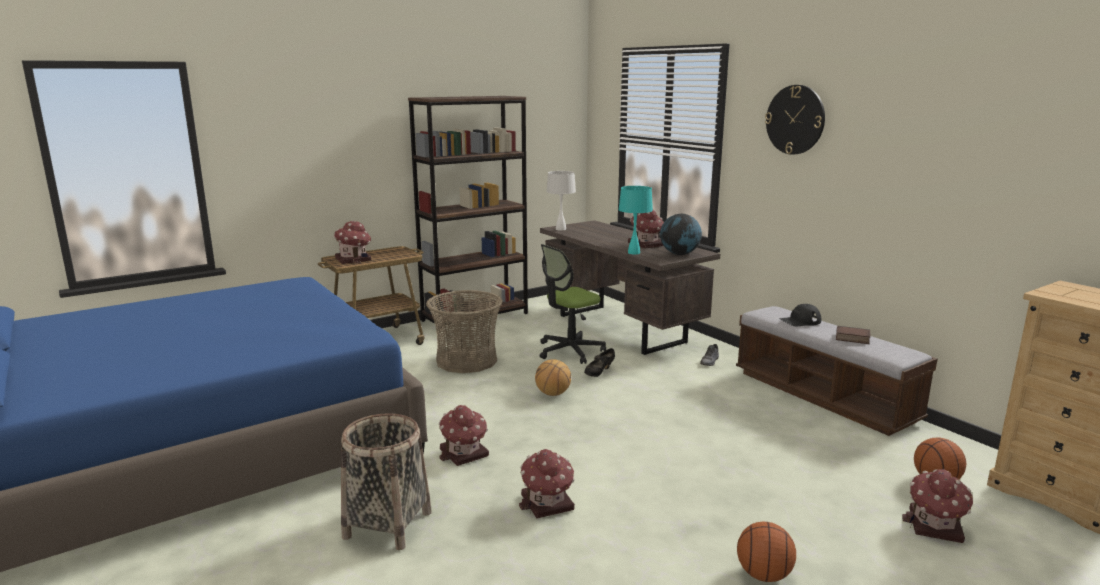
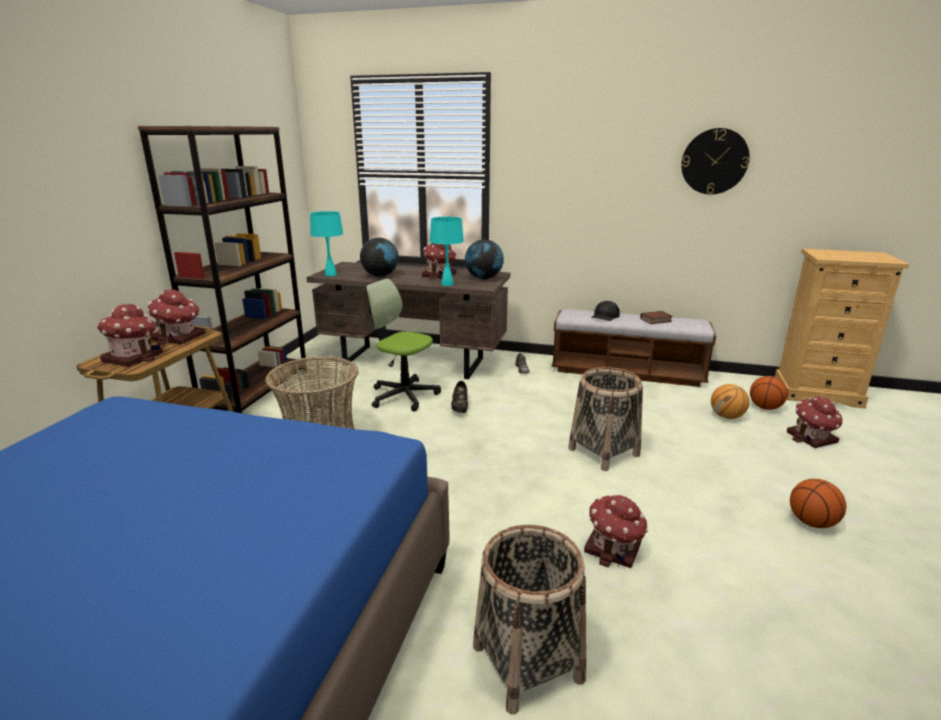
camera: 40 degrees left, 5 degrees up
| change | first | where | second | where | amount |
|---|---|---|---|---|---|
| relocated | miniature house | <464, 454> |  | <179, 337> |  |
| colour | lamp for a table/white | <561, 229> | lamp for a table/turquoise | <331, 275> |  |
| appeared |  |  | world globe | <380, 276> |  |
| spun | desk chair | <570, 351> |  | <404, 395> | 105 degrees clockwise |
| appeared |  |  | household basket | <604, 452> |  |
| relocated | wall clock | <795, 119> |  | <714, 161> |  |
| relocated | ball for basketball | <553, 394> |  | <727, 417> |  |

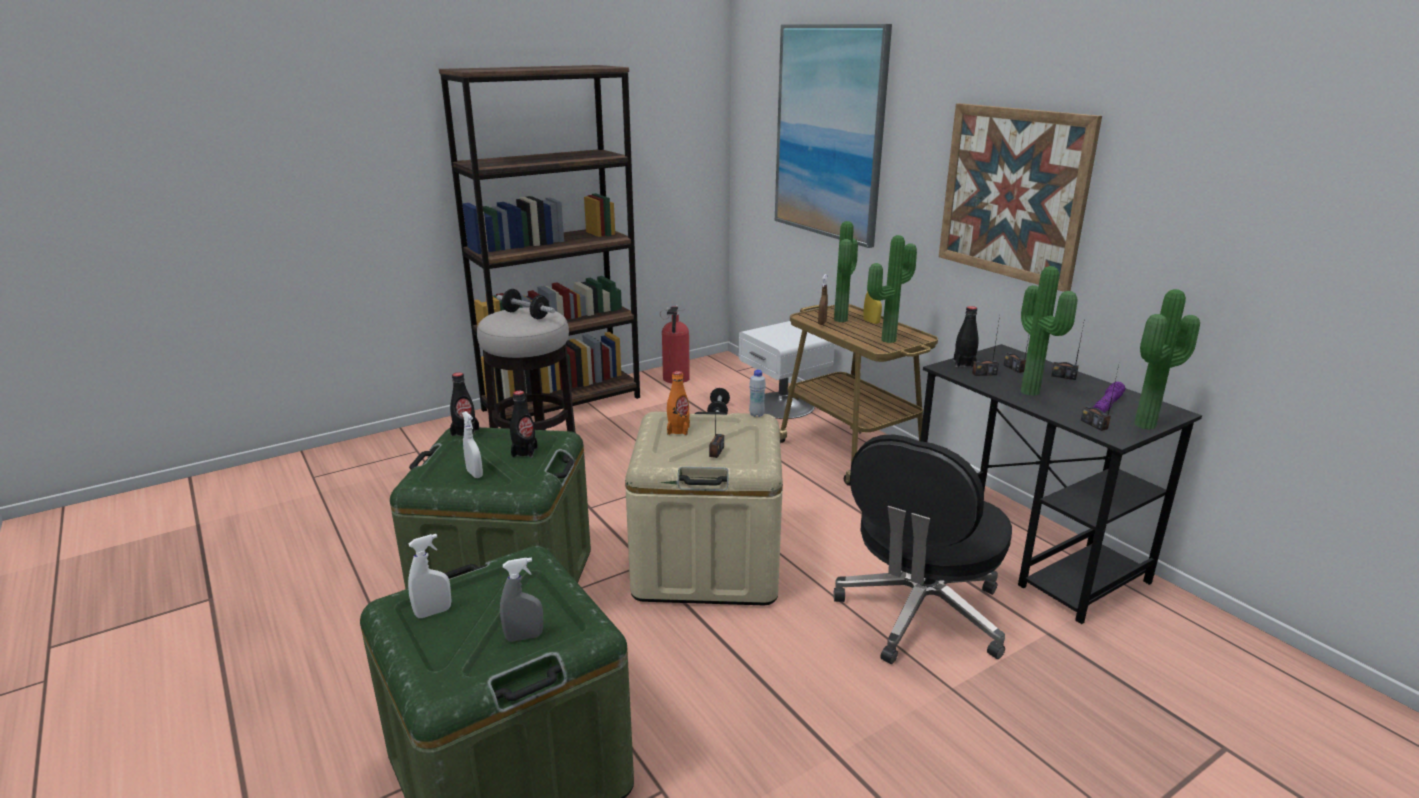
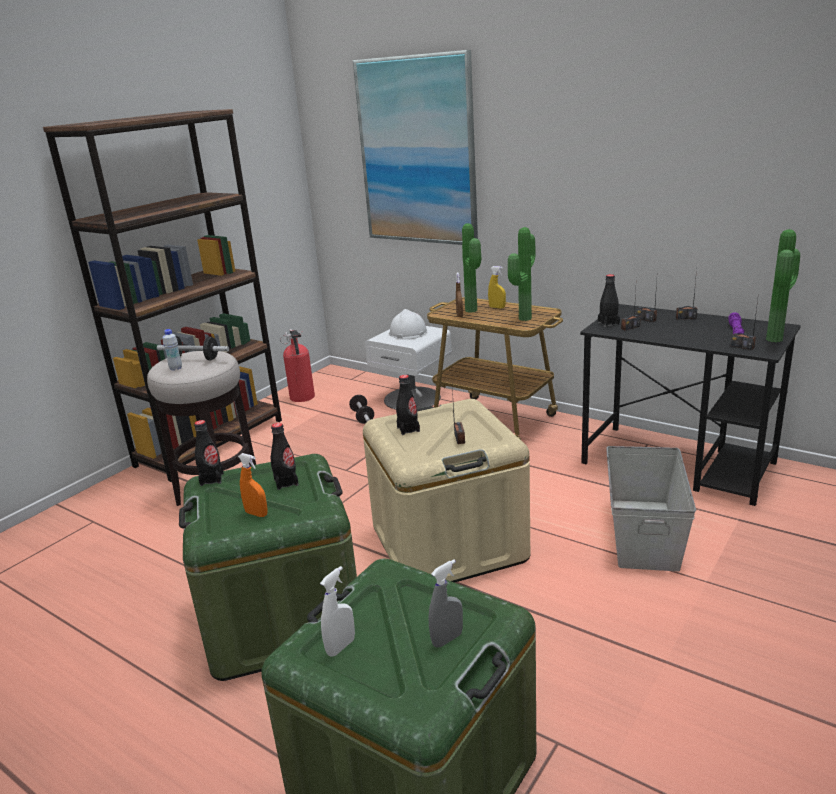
camera: 20 degrees left, 0 degrees up
| change | first | where | second | where | amount |
|---|---|---|---|---|---|
| relocated | beverage bottle/white | <756, 414> |  | <176, 368> |  |
| colour | hand sprayer/white | <474, 474> | hand sprayer/orange | <256, 514> |  |
| appeared |  |  | safety helmet/white | <407, 332> |  |
| colour | beverage bottle/orange | <678, 430> | beverage bottle/black-coloured | <408, 429> |  |
| exchanged | desk chair/black-coloured | <920, 614> | storage bin/grey | <643, 533> |  |
| missing | wall picture | <1013, 194> |  |  |  |
| missing | potted plant | <1033, 391> |  |  |  |

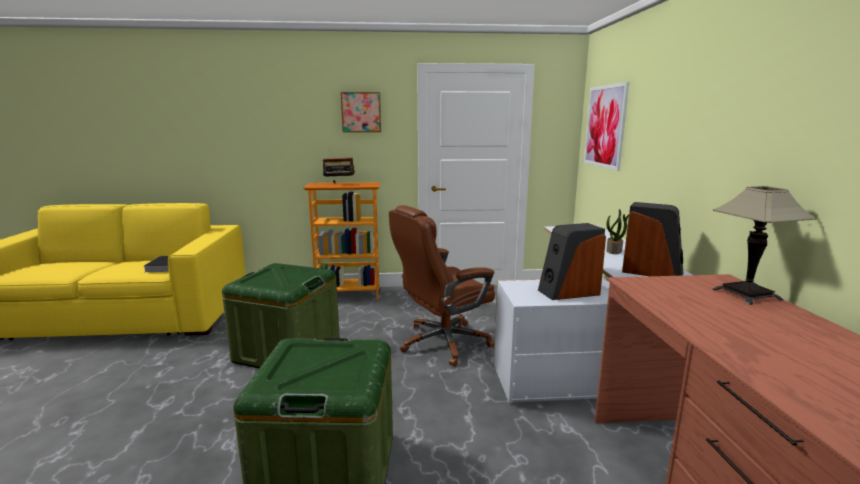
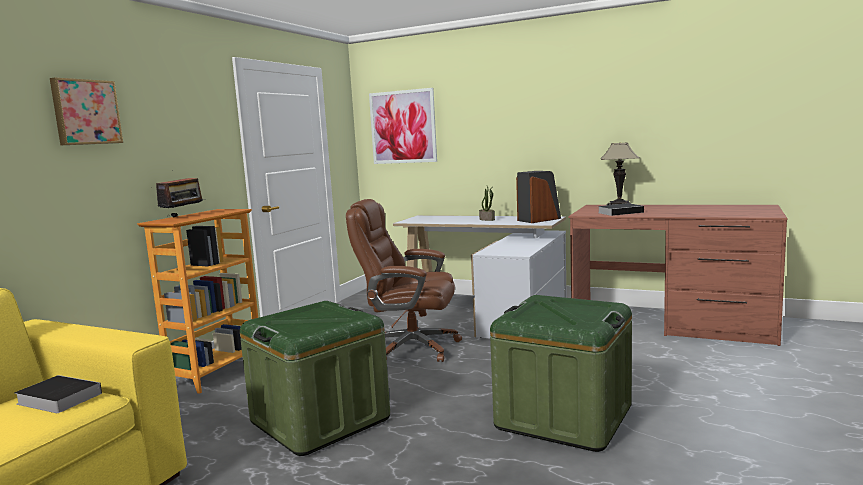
camera: 60 degrees left, 5 degrees down
| change | first | where | second | where | amount |
|---|---|---|---|---|---|
| relocated | wall picture | <361, 112> |  | <85, 112> |  |
| spun | desk chair/brown-coloured | <442, 343> |  | <410, 348> | 105 degrees clockwise |
| appeared |  |  | book | <621, 212> |  |
| missing | loudspeaker | <568, 292> |  |  |  |

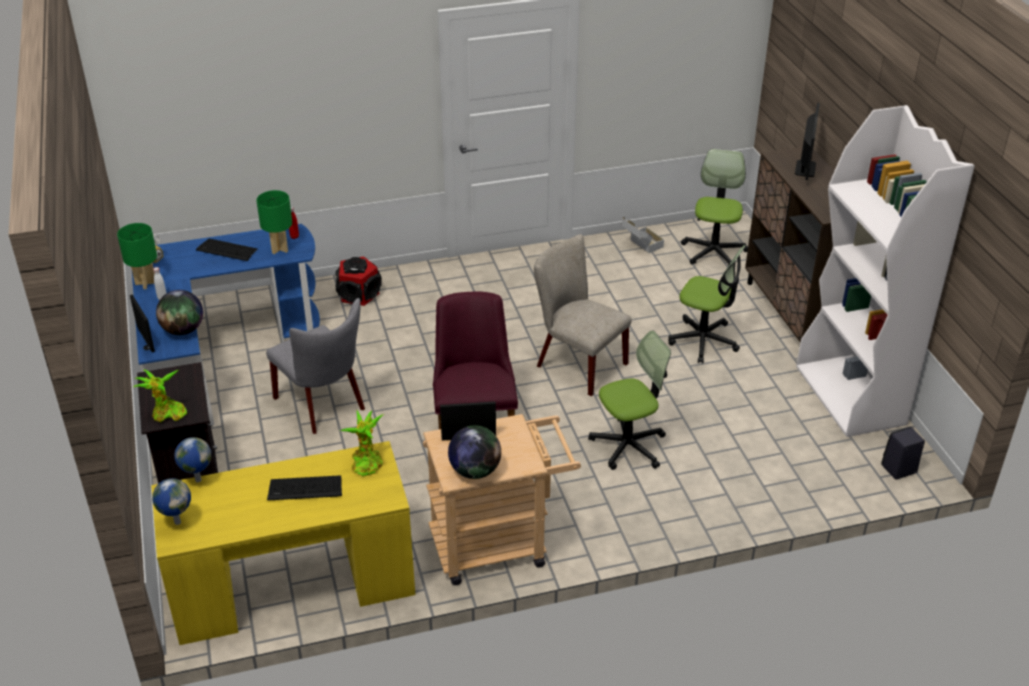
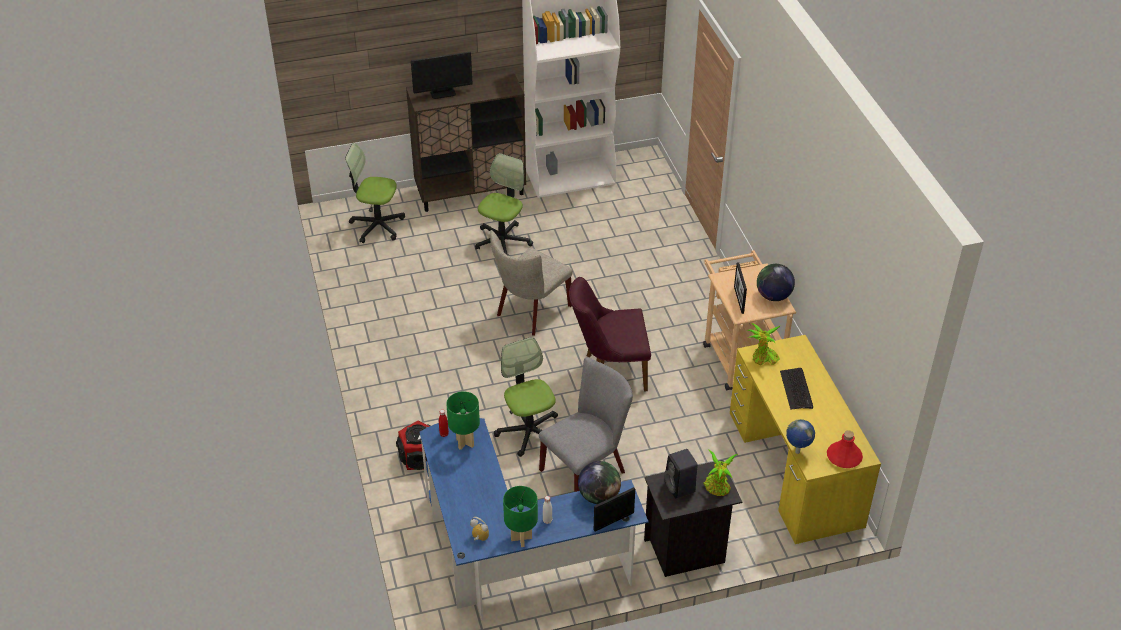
camera: 90 degrees left, 5 degrees up
| change | first | where | second | where | amount |
|---|---|---|---|---|---|
| spun | computer screen | <805, 168> |  | <443, 93> | 150 degrees clockwise |
| relocated | desk chair | <628, 445> |  | <529, 431> |  |
| relocated | loudspeaker/black-coloured | <898, 469> |  | <680, 487> |  |
| exchanged | world globe | <177, 522> | beverage bottle/red | <844, 457> |  |
| missing | keyboard | <227, 250> |  |  |  |
| missing | packing box | <640, 246> |  |  |  |

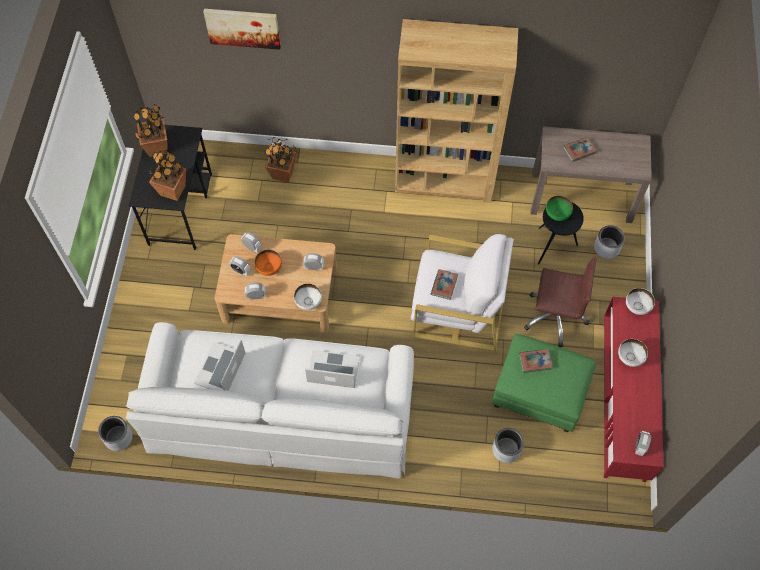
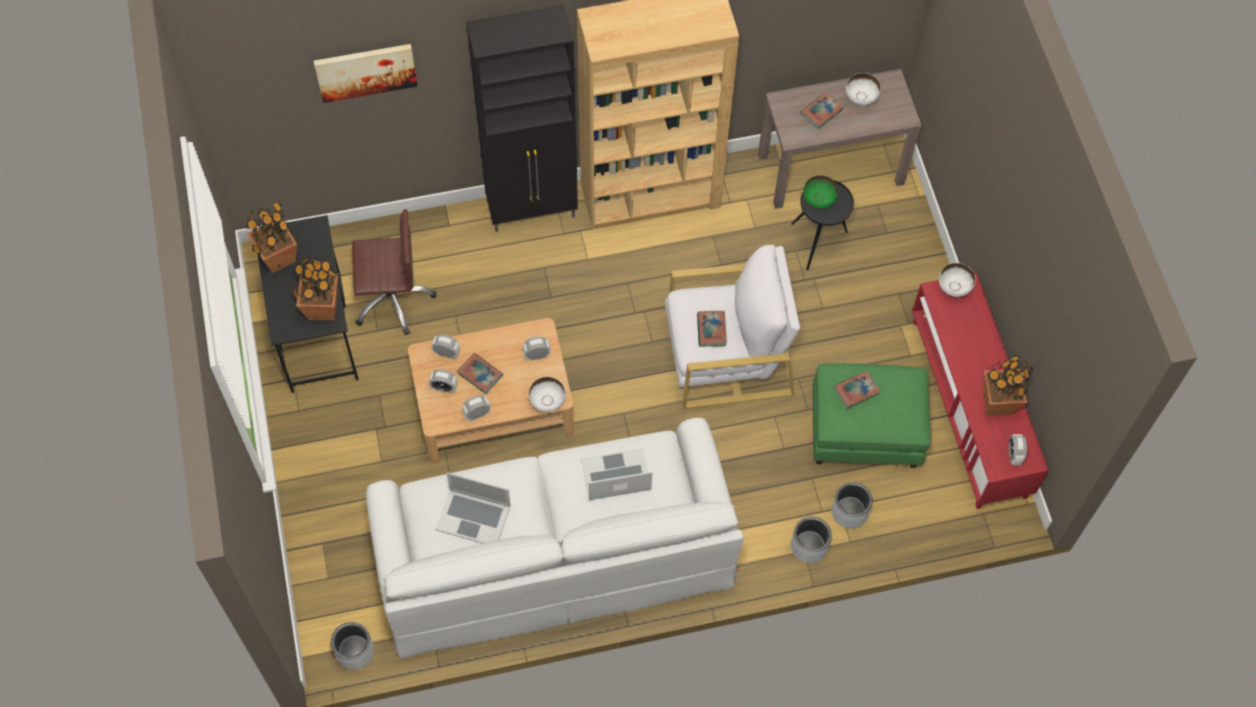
camera: 20 degrees left, 0 degrees up
| change | first | where | second | where | amount |
|---|---|---|---|---|---|
| relocated | desk chair/brown-coloured | <555, 316> |  | <392, 299> |  |
| spun | laptop | <220, 368> |  | <473, 517> | 75 degrees counterclockwise |
| exchanged | deep dish/orange | <269, 269> | book | <480, 374> |  |
| appeared |  |  | cupboard/black-coloured | <533, 211> |  |
| relocated | planter/grey | <606, 248> |  | <809, 545> |  |
| relocated | deep dish/white | <630, 358> |  | <861, 99> |  |
| relocated | potted plant | <283, 174> |  | <998, 403> |  |

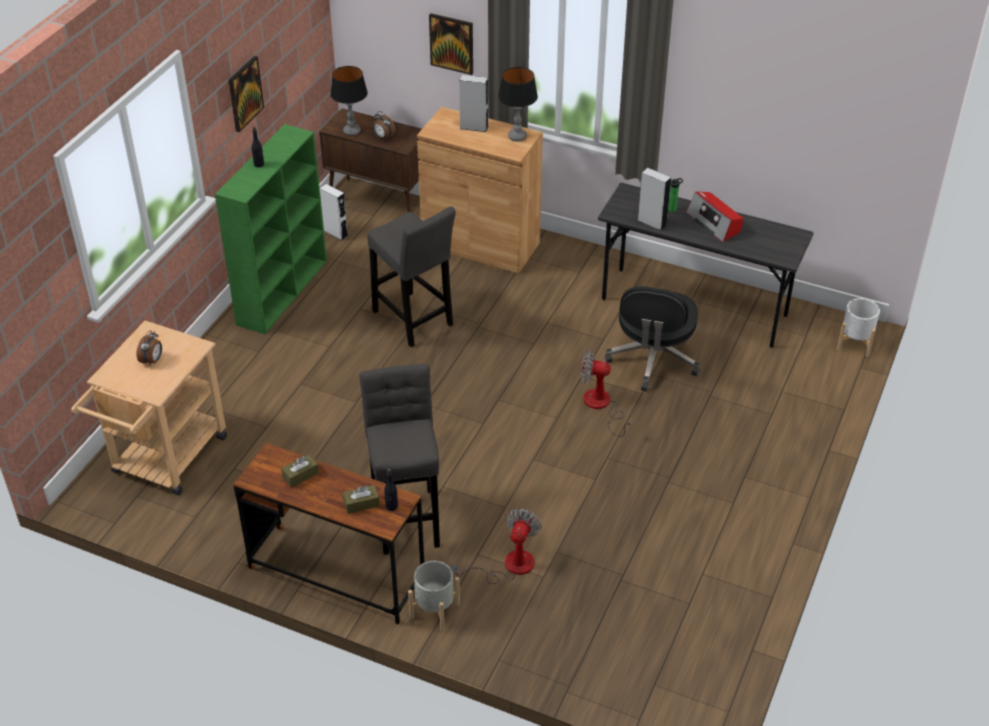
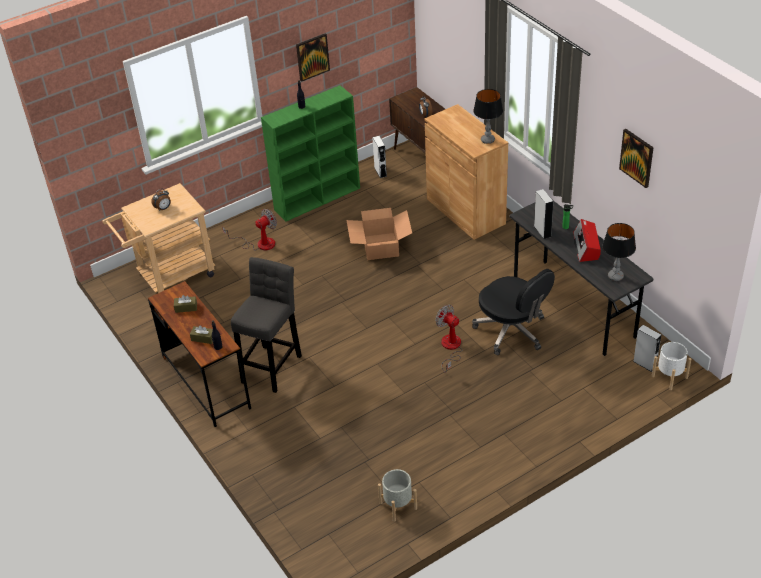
camera: 35 degrees right, 0 degrees up
| change | first | where | second | where | amount |
|---|---|---|---|---|---|
| relocated | fan | <508, 566> |  | <259, 243> |  |
| exchanged | stool seat/grey | <414, 321> | packing box | <380, 246> |  |
| relocated | planter/grey | <435, 610> |  | <398, 506> |  |
| spun | desk chair/black-coloured | <653, 360> |  | <512, 331> | 90 degrees counterclockwise |
| relocated | lamp for a table | <352, 131> |  | <615, 276> |  |
| relocated | wall picture | <452, 43> |  | <637, 157> |  |
| relocated | loudspeaker/grey | <474, 127> |  | <644, 364> |  |

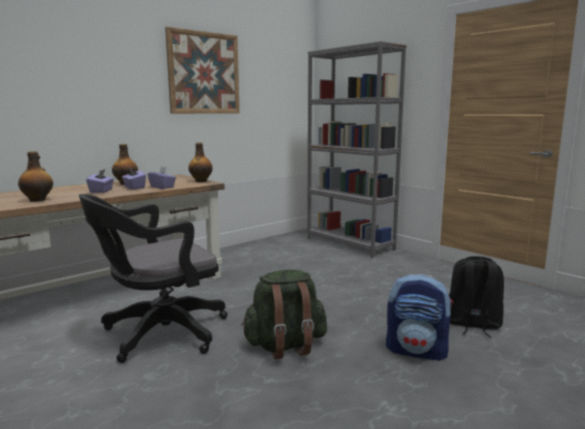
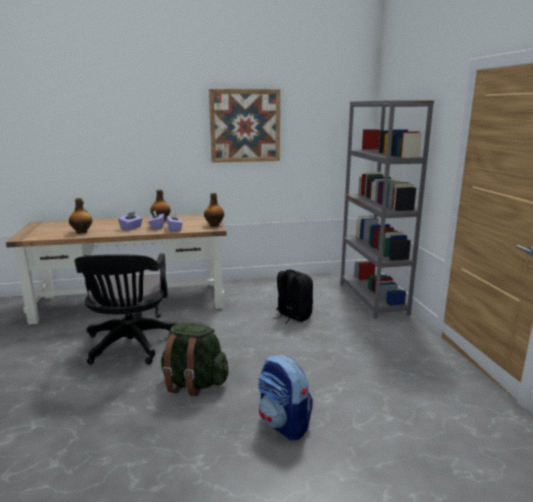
camera: 30 degrees right, 5 degrees up
| change | first | where | second | where | amount |
|---|---|---|---|---|---|
| spun | desk chair/black-coloured | <159, 334> |  | <130, 346> | 90 degrees counterclockwise |
| relocated | knapsack/black-coloured | <472, 325> |  | <292, 316> |  |

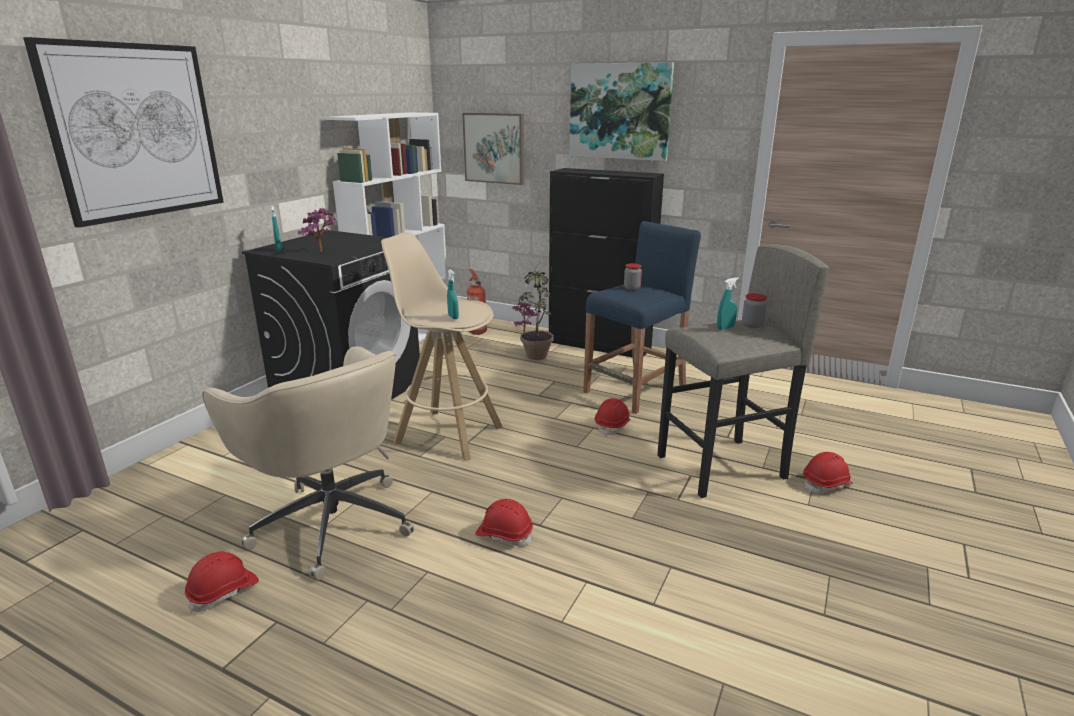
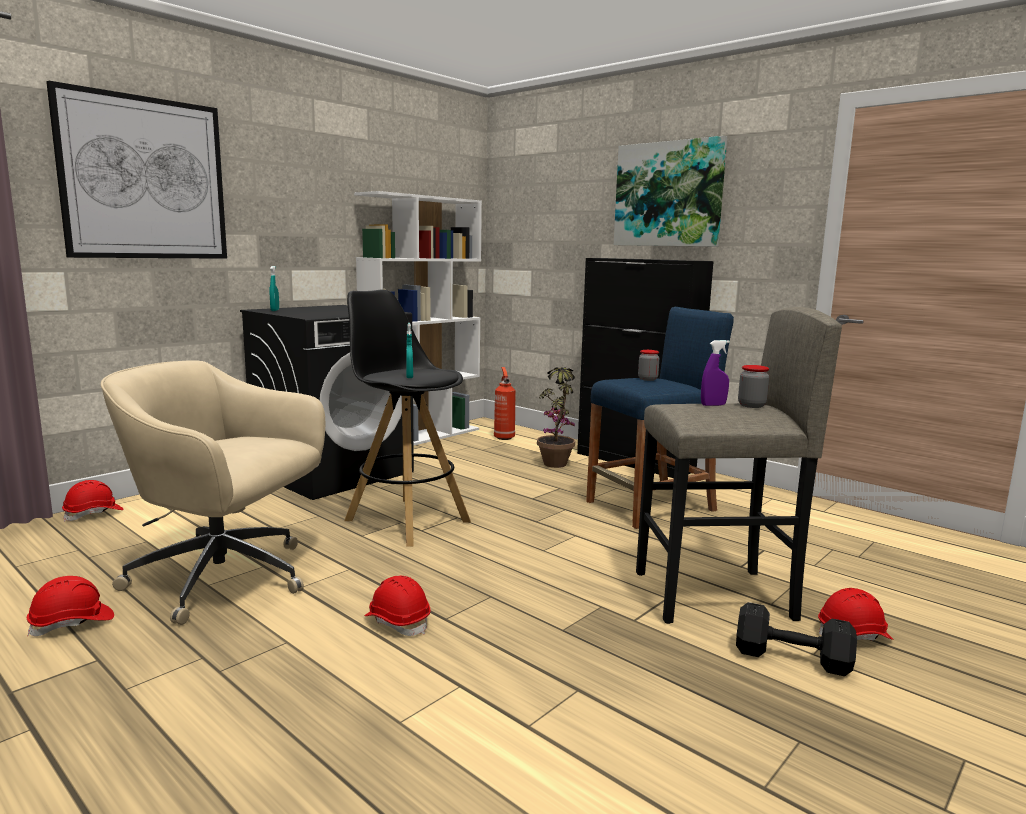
camera: 15 degrees right, 10 degrees down
| change | first | where | second | where | amount |
|---|---|---|---|---|---|
| relocated | safety helmet/red | <613, 426> |  | <94, 514> |  |
| spun | desk chair/beige | <331, 521> |  | <226, 579> | 135 degrees clockwise |
| colour | stool seat/beige | <448, 434> | stool seat/black-coloured | <406, 520> |  |
| colour | hand sprayer/turquoise | <725, 328> | hand sprayer/purplish | <713, 405> |  |
| appeared |  |  | hand weight/black-coloured | <789, 657> |  |
| missing | potted plant | <322, 252> |  |  |  |
| missing | wall picture | <494, 148> |  |  |  |

